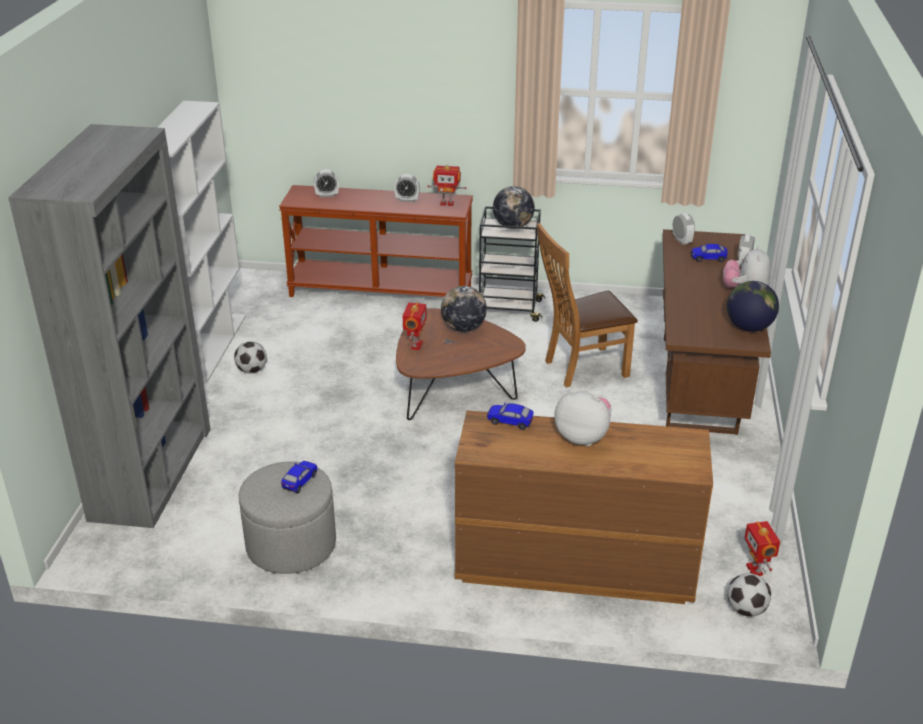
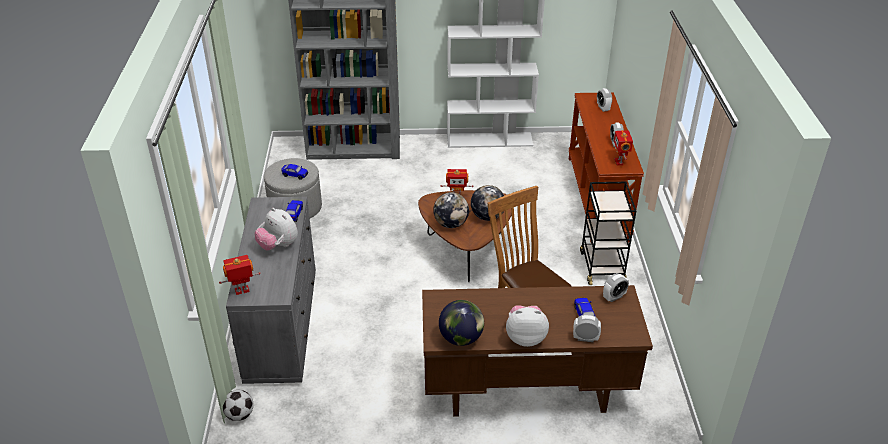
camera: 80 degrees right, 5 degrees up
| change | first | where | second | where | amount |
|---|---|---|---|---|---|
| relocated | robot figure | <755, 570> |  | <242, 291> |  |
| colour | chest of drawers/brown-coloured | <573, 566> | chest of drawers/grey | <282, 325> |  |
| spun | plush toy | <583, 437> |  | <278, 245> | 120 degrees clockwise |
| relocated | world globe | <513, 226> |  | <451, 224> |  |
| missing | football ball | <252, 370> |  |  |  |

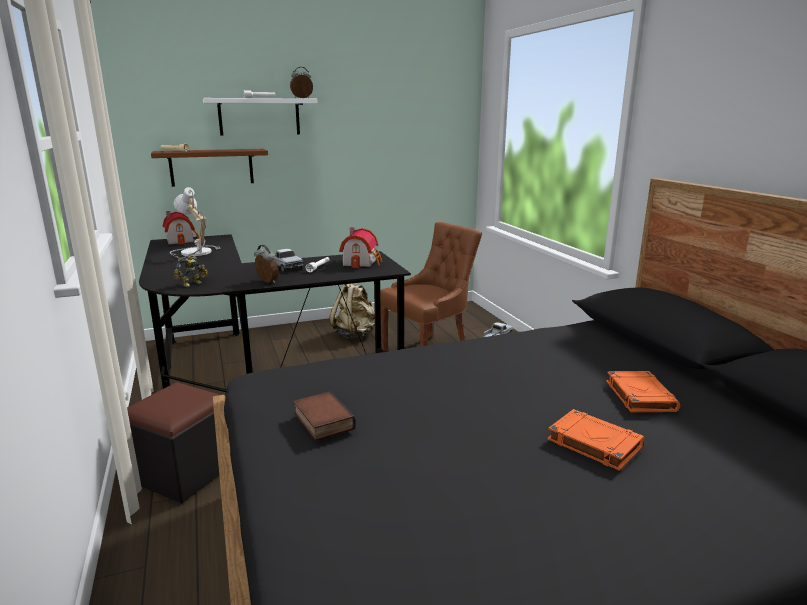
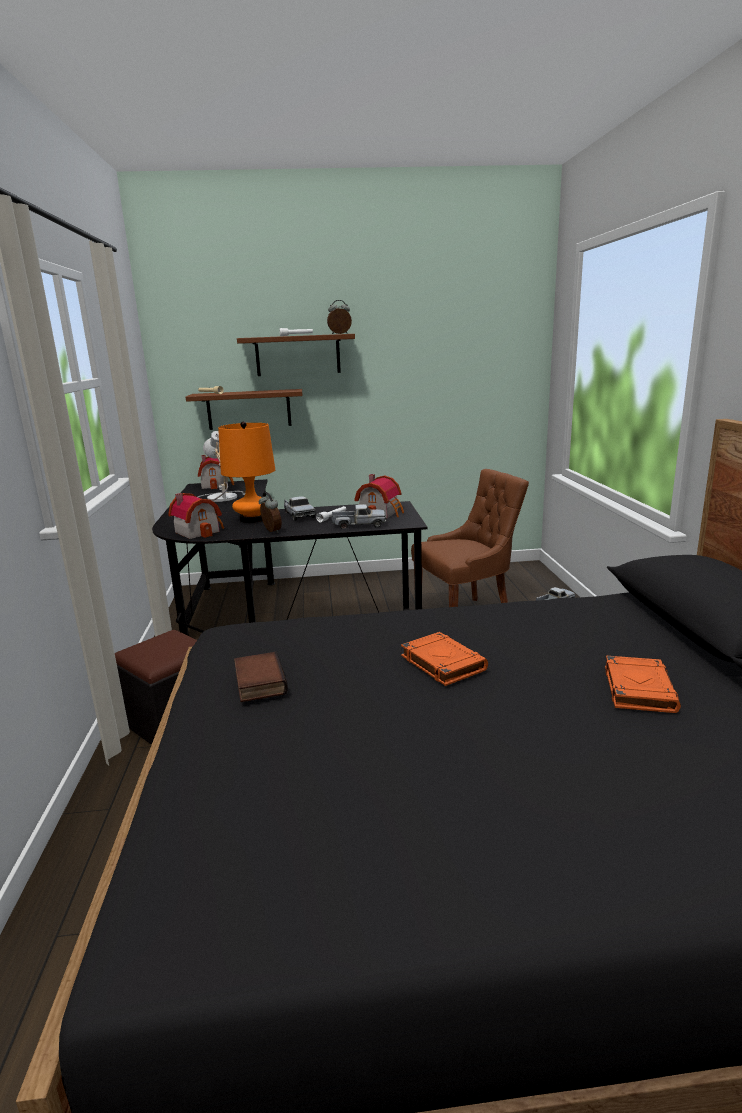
camera: 15 degrees right, 0 degrees up
| change | first | where | second | where | amount |
|---|---|---|---|---|---|
| exchanged | robot figure | <192, 284> | miniature house | <199, 531> |  |
| appeared |  |  | lamp for a table/orange | <253, 519> |  |
| colour | bracket shelf/white | <259, 117> | bracket shelf/brown-coloured | <298, 355> |  |
| appeared |  |  | toy truck | <359, 525> |  |
| relocated | book/orange | <593, 443> |  | <442, 663> |  |
| missing | knapsack/beige | <355, 334> |  |  |  |

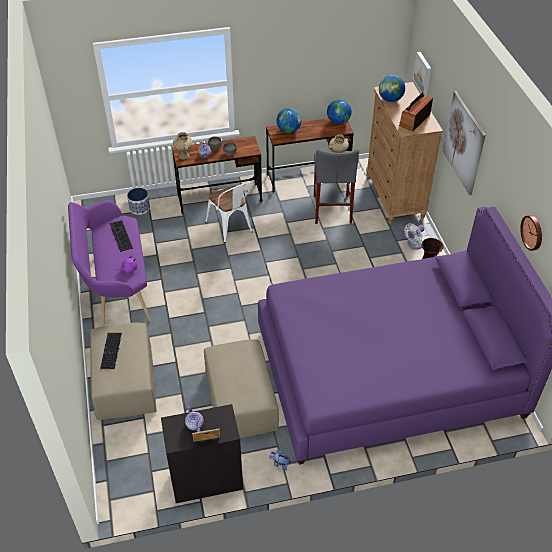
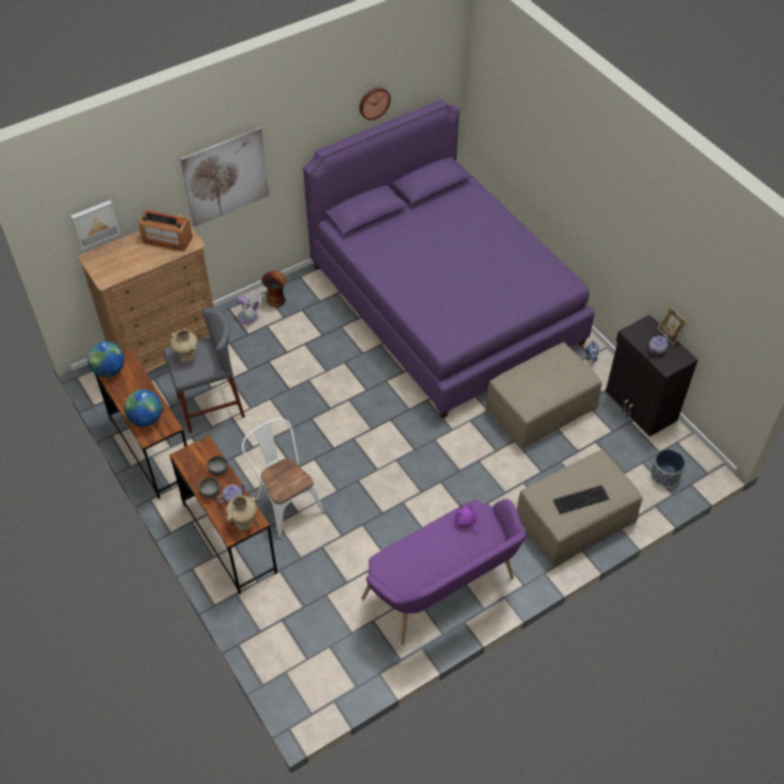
camera: 110 degrees left, 5 degrees up
| change | first | where | second | where | amount |
|---|---|---|---|---|---|
| spun | plain chair/white | <231, 228> |  | <285, 503> | 75 degrees counterclockwise |
| relocated | planter | <139, 208> |  | <665, 476> |  |
| missing | keyboard | <120, 235> |  |  |  |
| missing | world globe | <390, 99> |  |  |  |

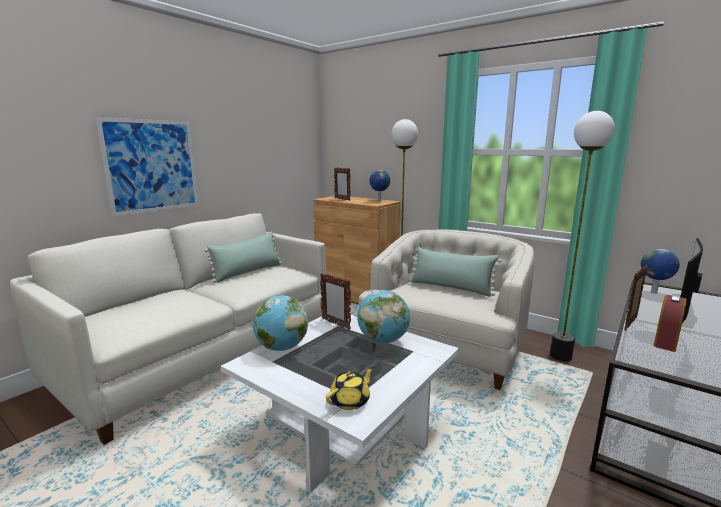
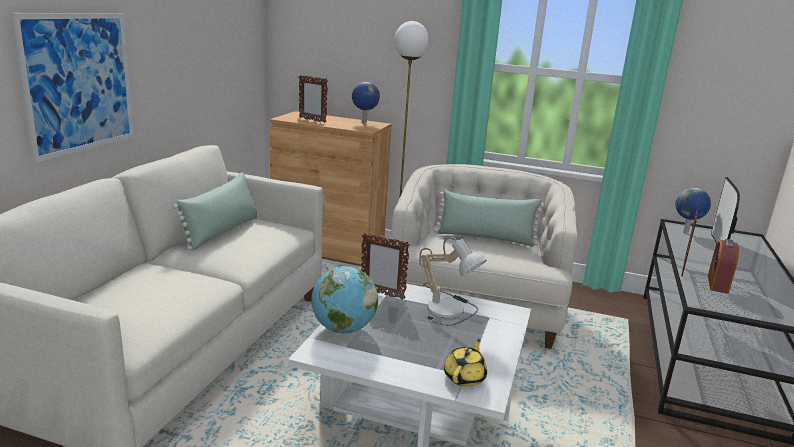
camera: 20 degrees left, 5 degrees up
| change | first | where | second | where | amount |
|---|---|---|---|---|---|
| exchanged | world globe | <383, 340> | lamp for a table | <449, 309> |  |
| missing | floor lamp | <561, 356> |  |  |  |

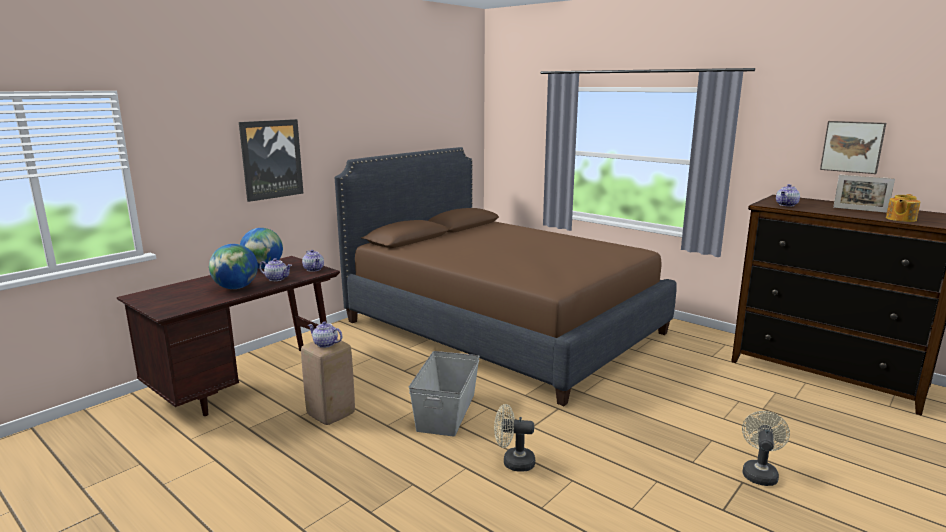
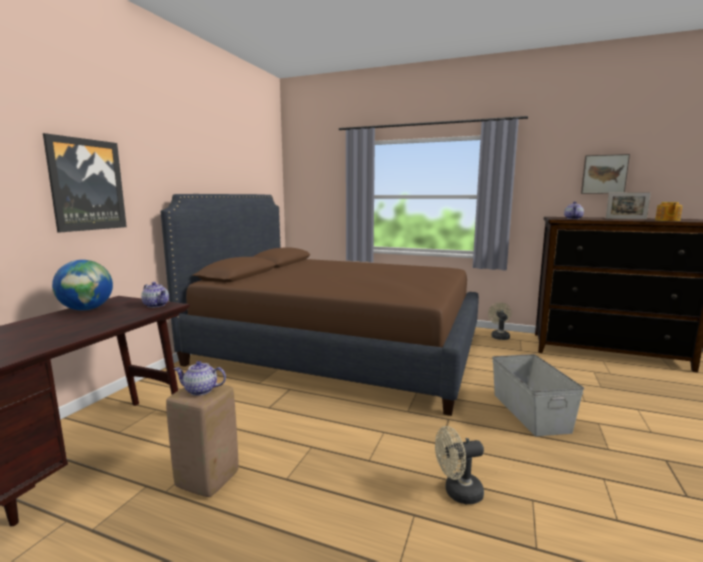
camera: 20 degrees left, 5 degrees down
| change | first | where | second | where | amount |
|---|---|---|---|---|---|
| relocated | fan/beige | <759, 472> |  | <499, 336> |  |
| relocated | storage bin/grey | <447, 411> |  | <530, 412> |  |
| missing | world globe | <236, 288> |  |  |  |
| missing | pot for tea | <277, 279> |  |  |  |

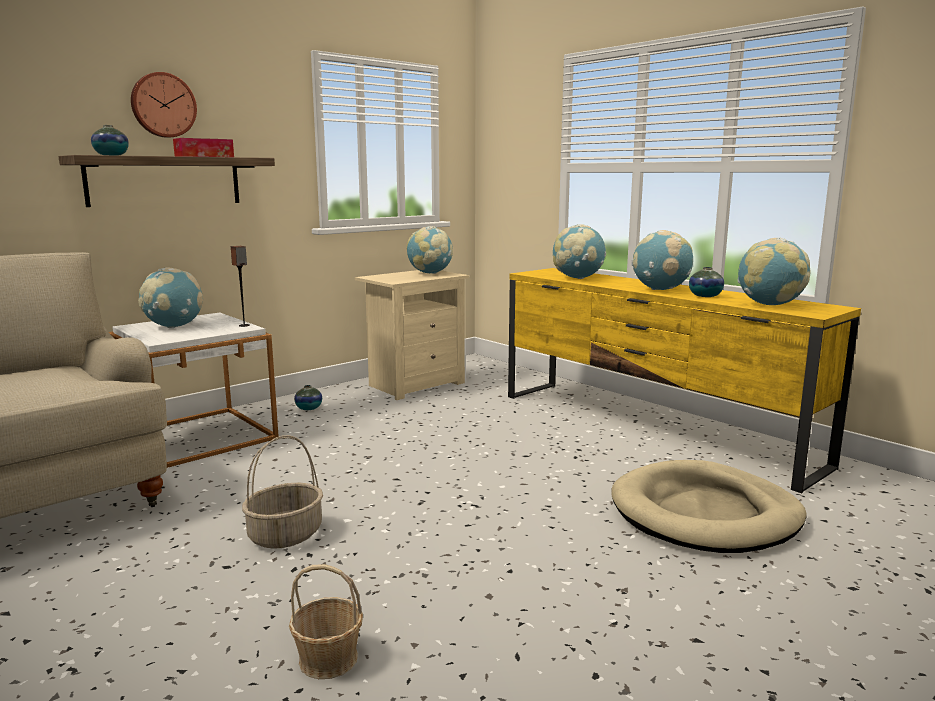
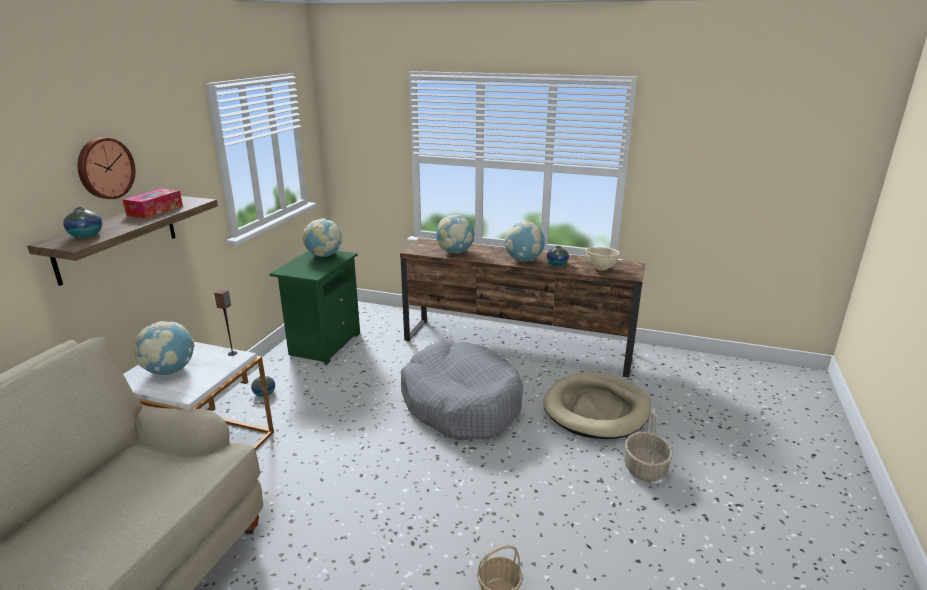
camera: 30 degrees left, 10 degrees up
| change | first | where | second | where | amount |
|---|---|---|---|---|---|
| colour | night table/beige | <414, 384> | night table/greenish | <324, 344> |  |
| colour | media console/yellowish | <650, 428> | media console/brown-coloured | <517, 347> |  |
| appeared |  |  | dog cushion/grey | <461, 403> |  |
| exchanged | world globe | <769, 305> | deep dish/beige | <601, 269> |  |
| relocated | household basket | <285, 535> |  | <646, 469> |  |

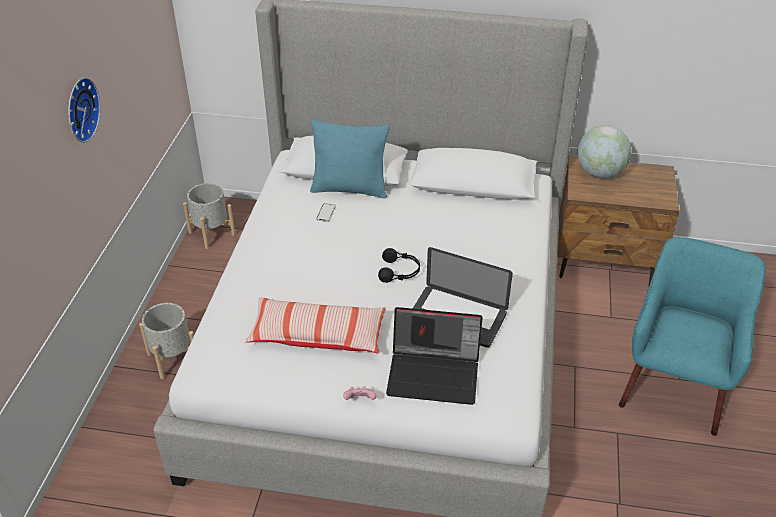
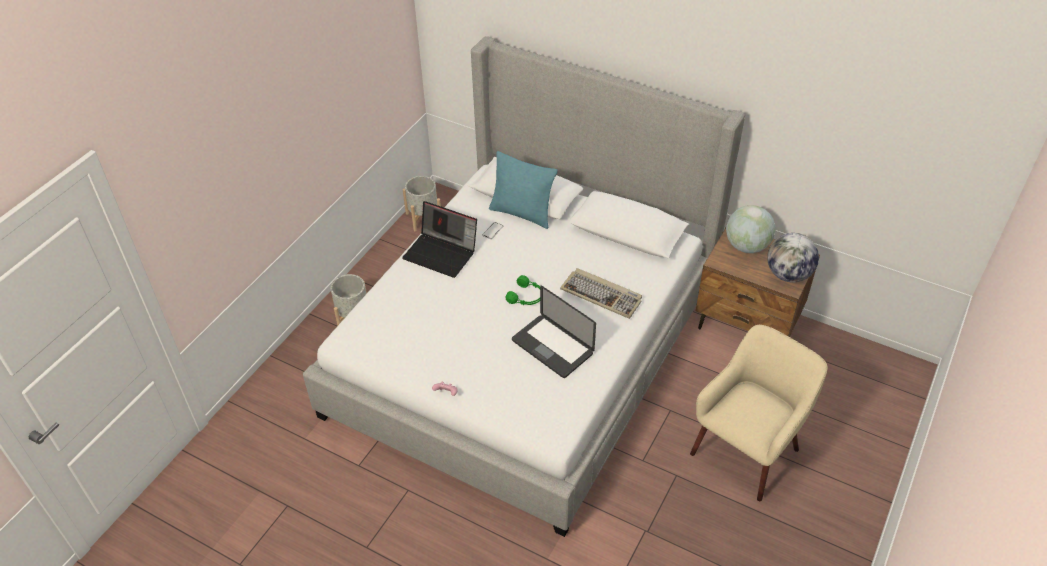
camera: 20 degrees right, 5 degrees up
| change | first | where | second | where | amount |
|---|---|---|---|---|---|
| relocated | laptop | <435, 374> |  | <442, 253> |  |
| colour | headset/black-coloured | <399, 272> | headset/greenish | <526, 297> |  |
| appeared |  |  | keyboard | <602, 295> |  |
| colour | easy chair/turquoise | <674, 387> | easy chair/beige | <746, 451> |  |
| appeared |  |  | world globe | <788, 275> |  |
| missing | wall clock | <79, 109> |  |  |  |
| missing | pillow | <317, 335> |  |  |  |

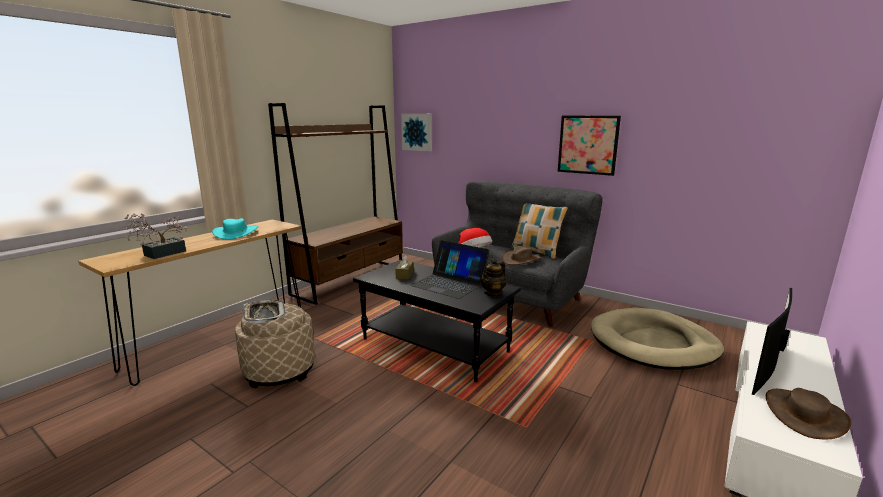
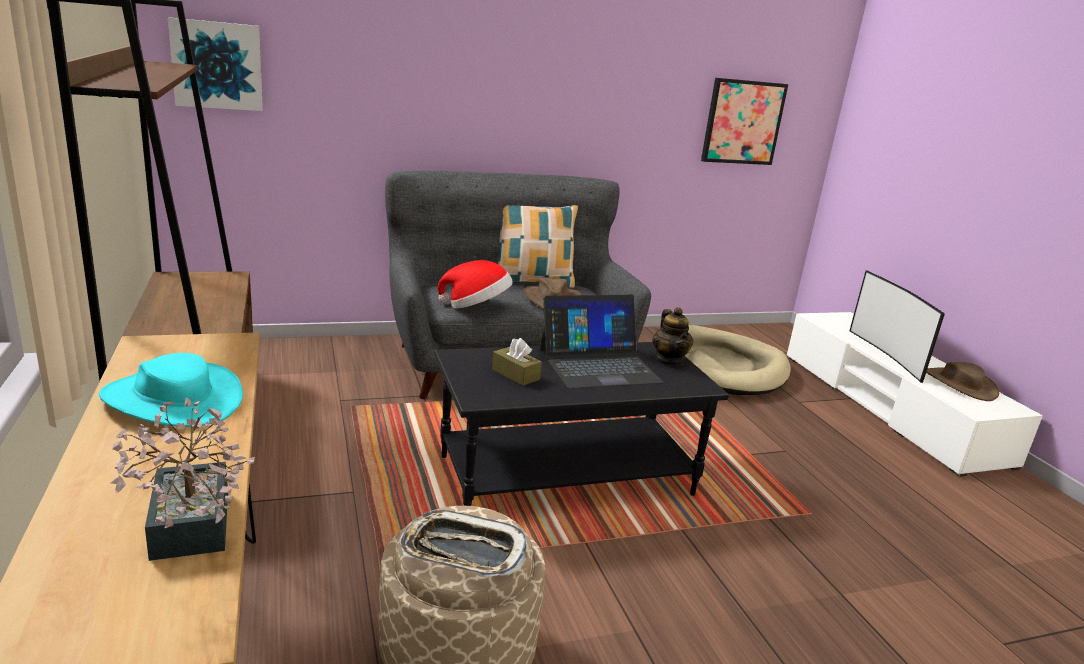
camera: 55 degrees left, 5 degrees up
| change | first | where | second | where | amount |
|---|---|---|---|---|---|
| relocated | wall picture | <588, 144> |  | <742, 122> |  |

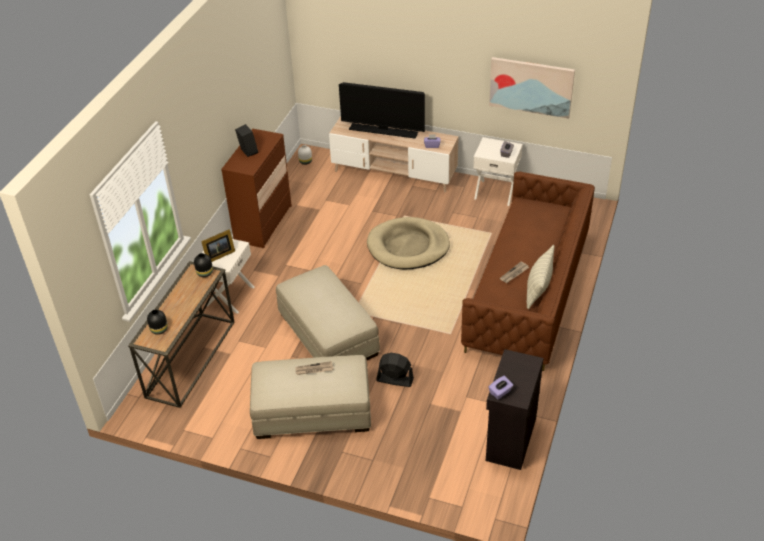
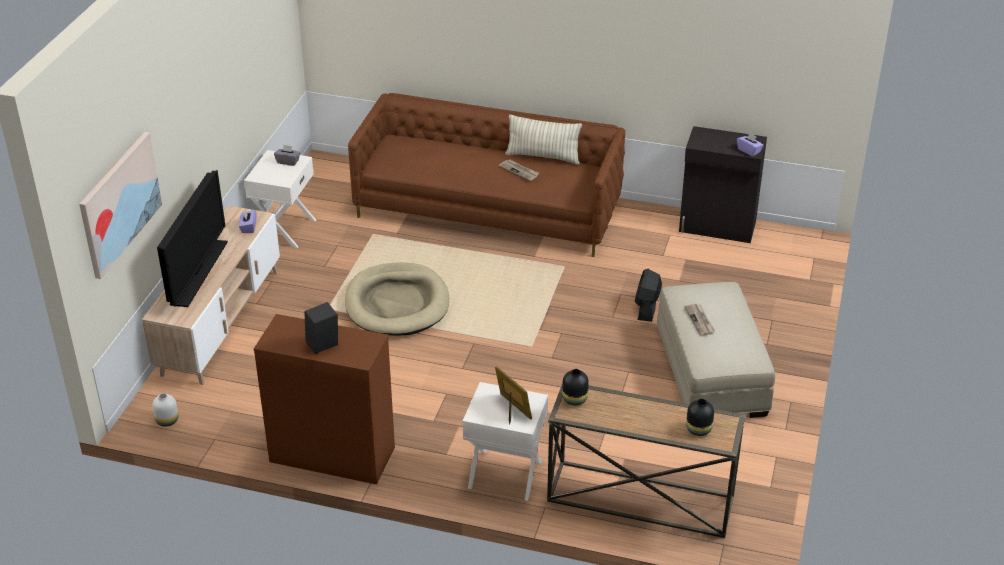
camera: 95 degrees left, 5 degrees down
| change | first | where | second | where | amount |
|---|---|---|---|---|---|
| relocated | wall picture | <531, 86> |  | <119, 203> |  |
| missing | ottoman/beige | <328, 334> |  |  |  |

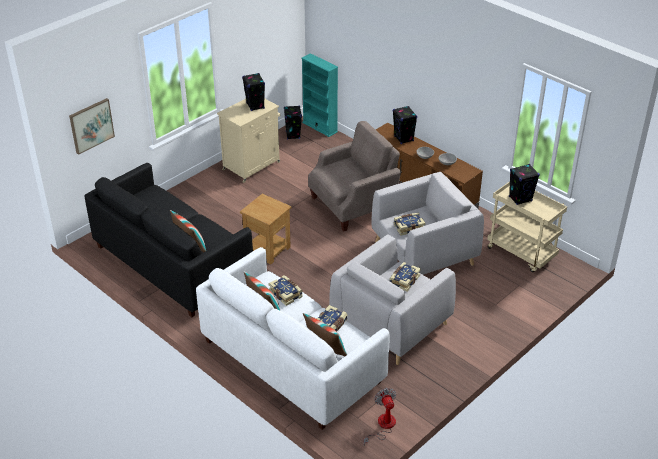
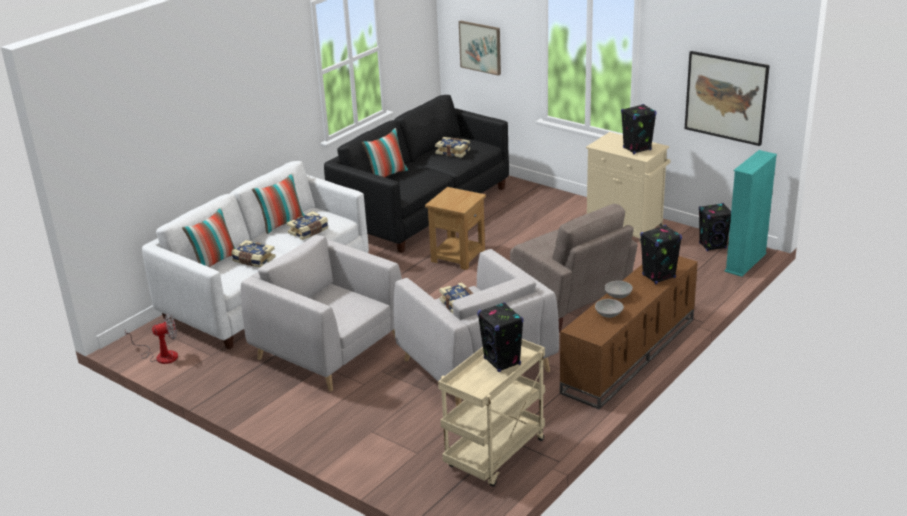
camera: 85 degrees right, 10 degrees down
| change | first | where | second | where | amount |
|---|---|---|---|---|---|
| relocated | book | <404, 280> |  | <453, 152> |  |
| appeared |  |  | wall picture | <726, 97> |  |

